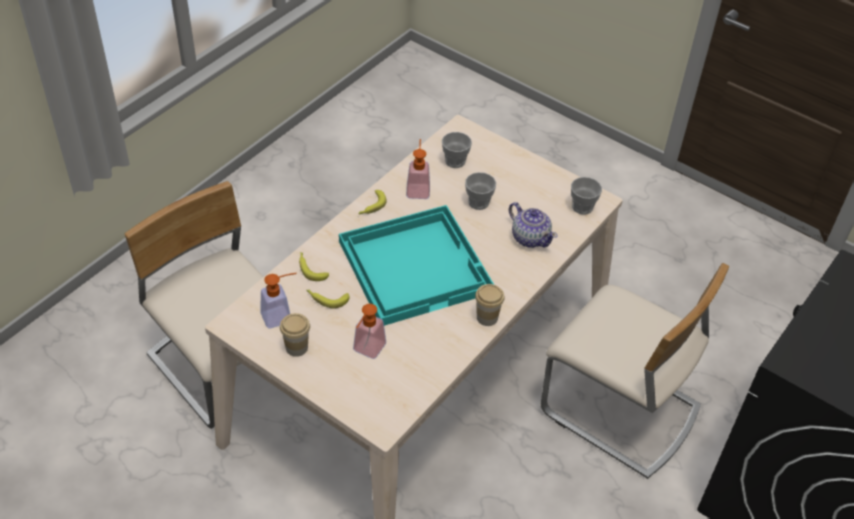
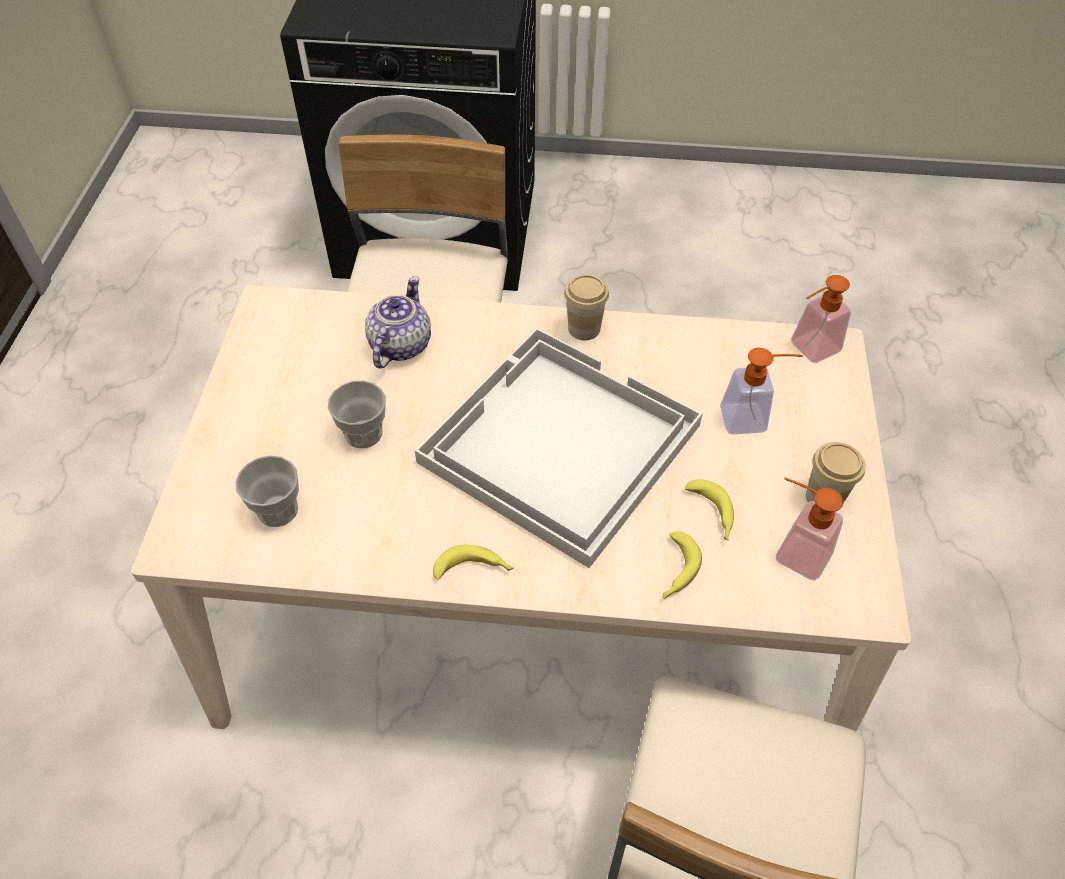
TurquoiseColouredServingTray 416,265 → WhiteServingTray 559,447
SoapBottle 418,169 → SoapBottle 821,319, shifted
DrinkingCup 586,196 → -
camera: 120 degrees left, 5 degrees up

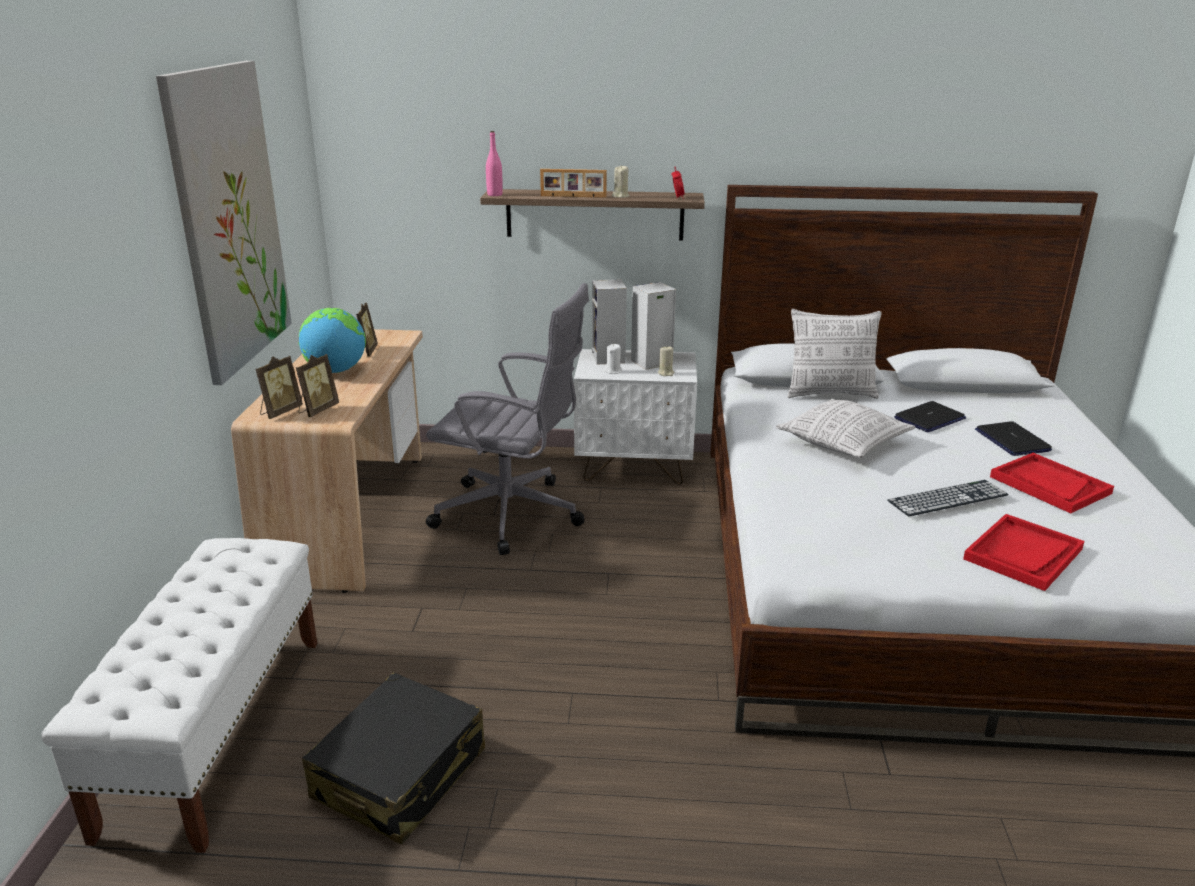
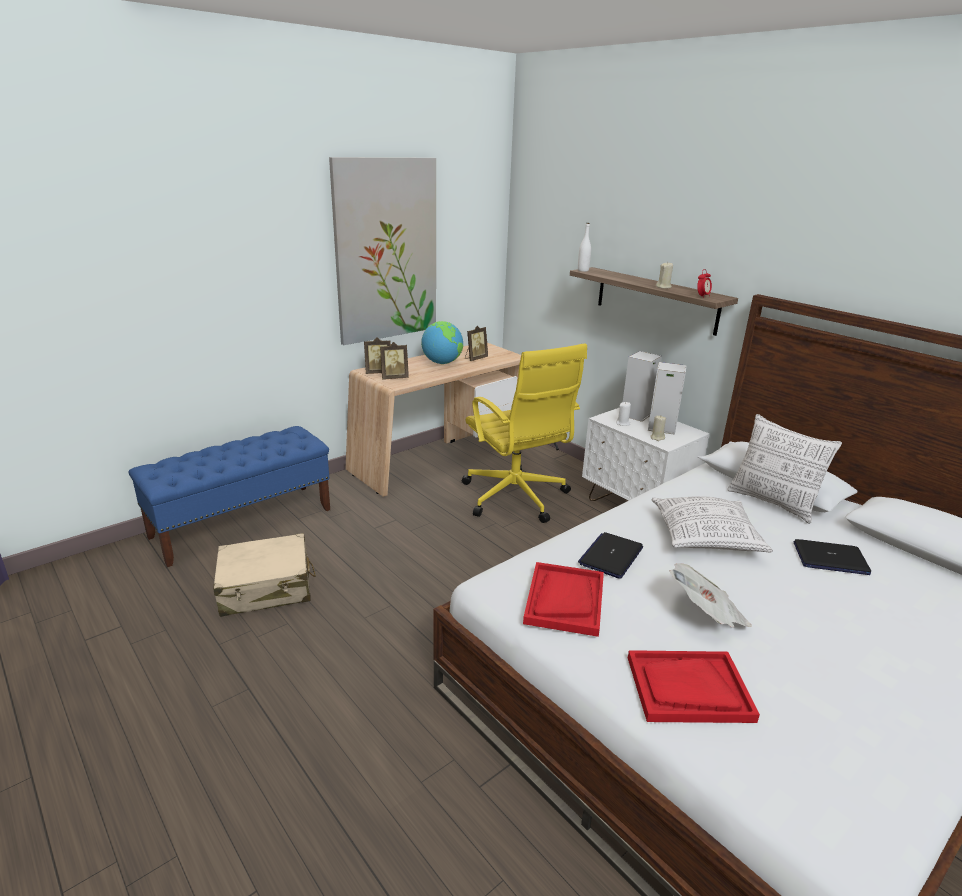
WhiteLongSeat 179,695 → BluishLongSeat 229,496
BlackColouredPieceOfLuggage 393,758 → SandColouredPieceOfLuggage 264,575
GreyComputerChair 507,419 → YellowishComputerChair 524,433
RedServingTray 1052,483 → RedServingTray 563,599, shifted
PinkishBottle 494,163 → WhiteBottle 584,247
PortableComputer 1013,438 → PortableComputer 610,555, shifted
ComputerKeyboard 947,498 → Newspaper 710,595
PictureFrame 573,183 → -
camera: 45 degrees right, 0 degrees up

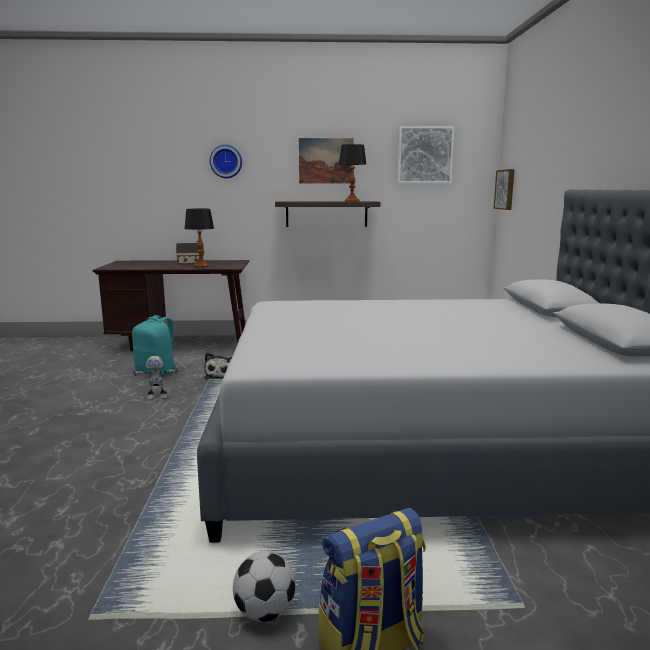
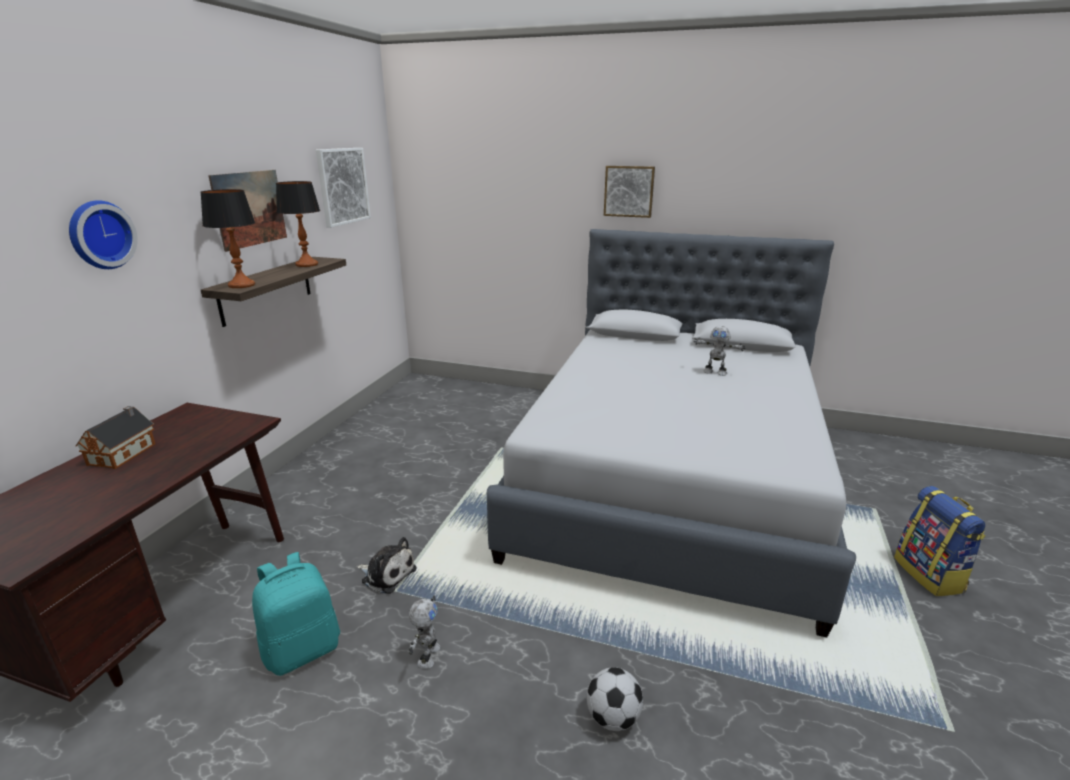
TableLamp 199,238 → TableLamp 227,238, shifted
Football 264,586 → Football 615,699, shifted
Picture 504,189 → Picture 629,192, shifted
- → RobotFigure 720,351
camera: 70 degrees left, 10 degrees up

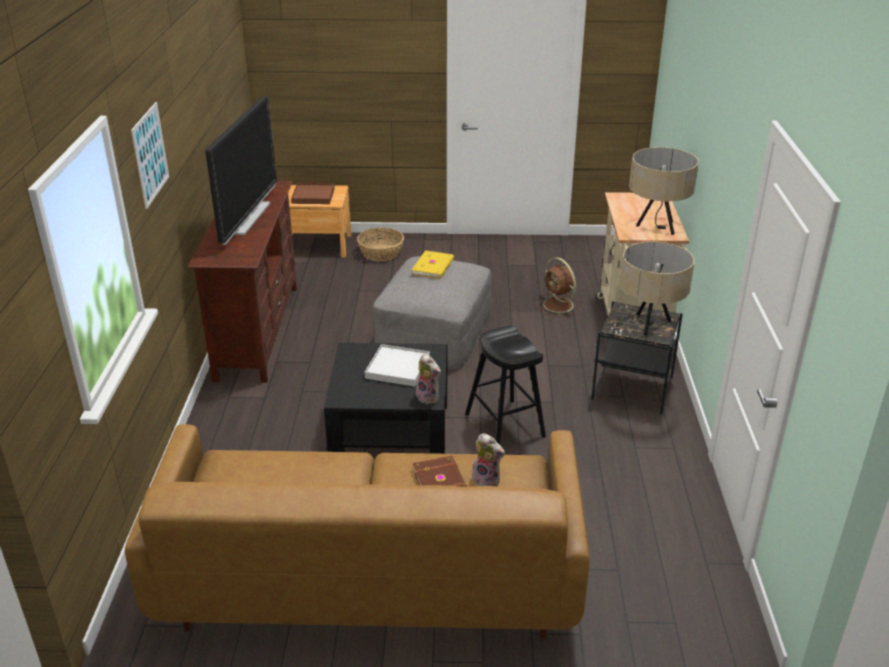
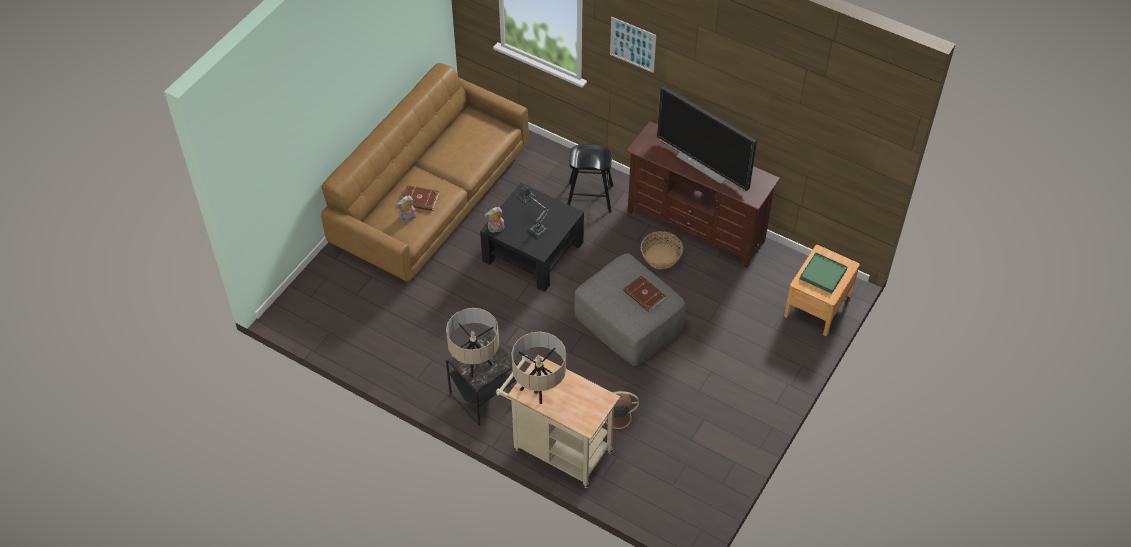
WhiteServingTray 397,365 → TableLamp 532,211
BlackColouredStoolSeat 505,385 → BlackColouredStoolSeat 590,177, shifted
YellowishVolume 433,265 → BrownishVolume 644,294
Basket 380,244 → Basket 662,250, shifted
BrownishServingTray 313,193 → GreenishServingTray 824,273
camera: 120 degrees right, 20 degrees up

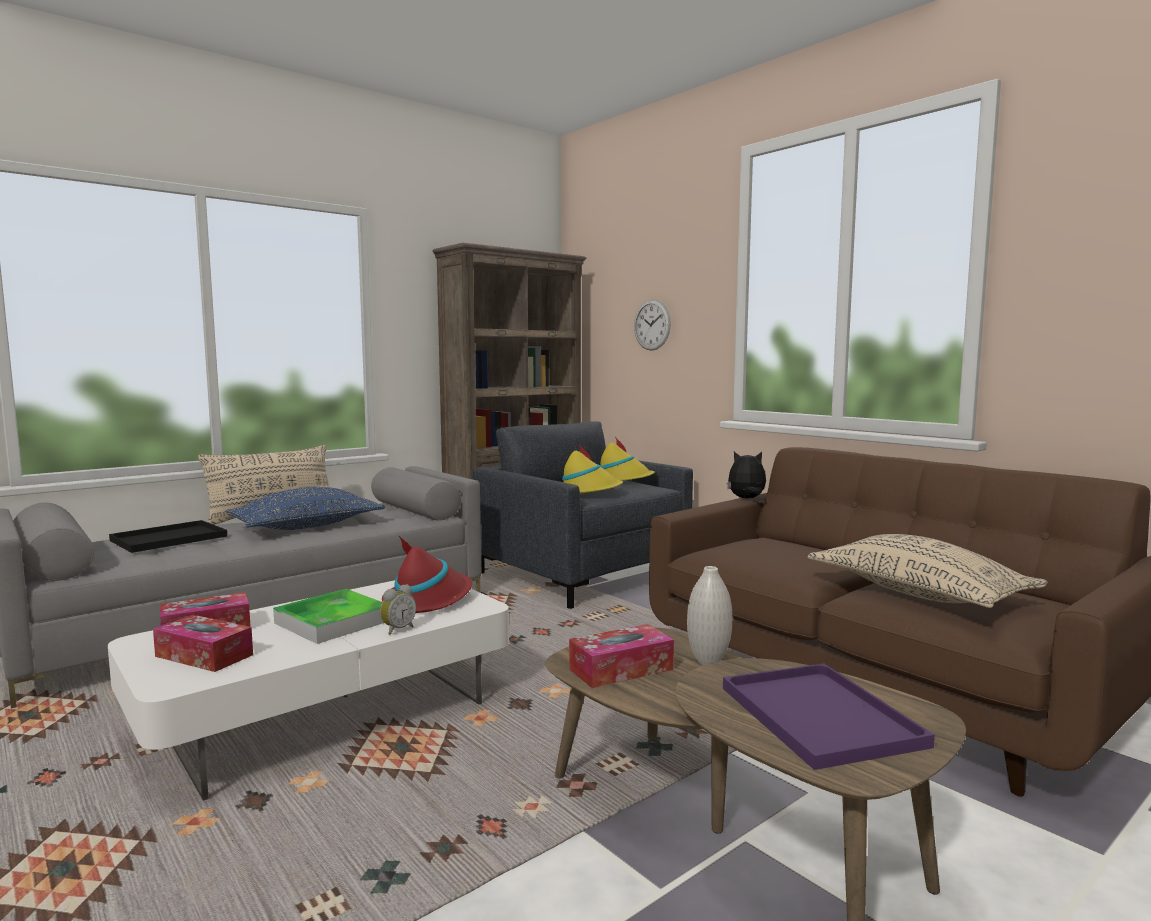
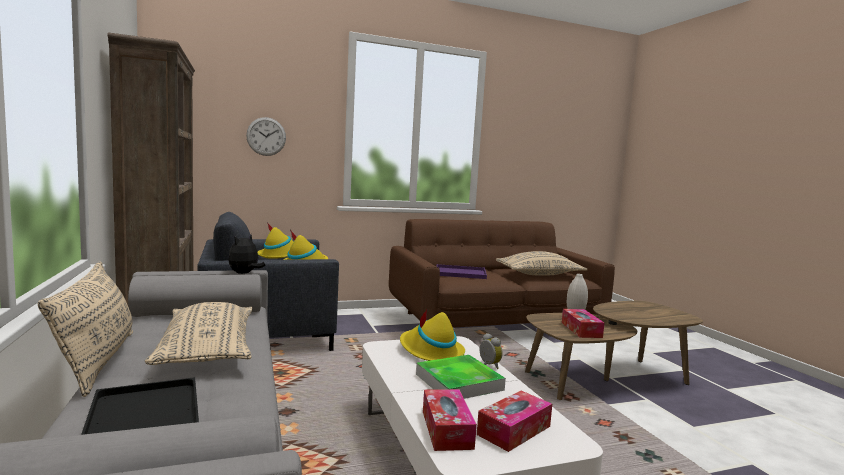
BluishPillow 305,508 → SandColouredPillow 199,333
CuddlyToy 746,475 → CuddlyToy 246,254, shifted
RedHat 427,574 → YellowishHat 432,335
PurpleServingTray 829,716 → PurpleServingTray 461,271, shifted
camera: 70 degrees left, 0 degrees up

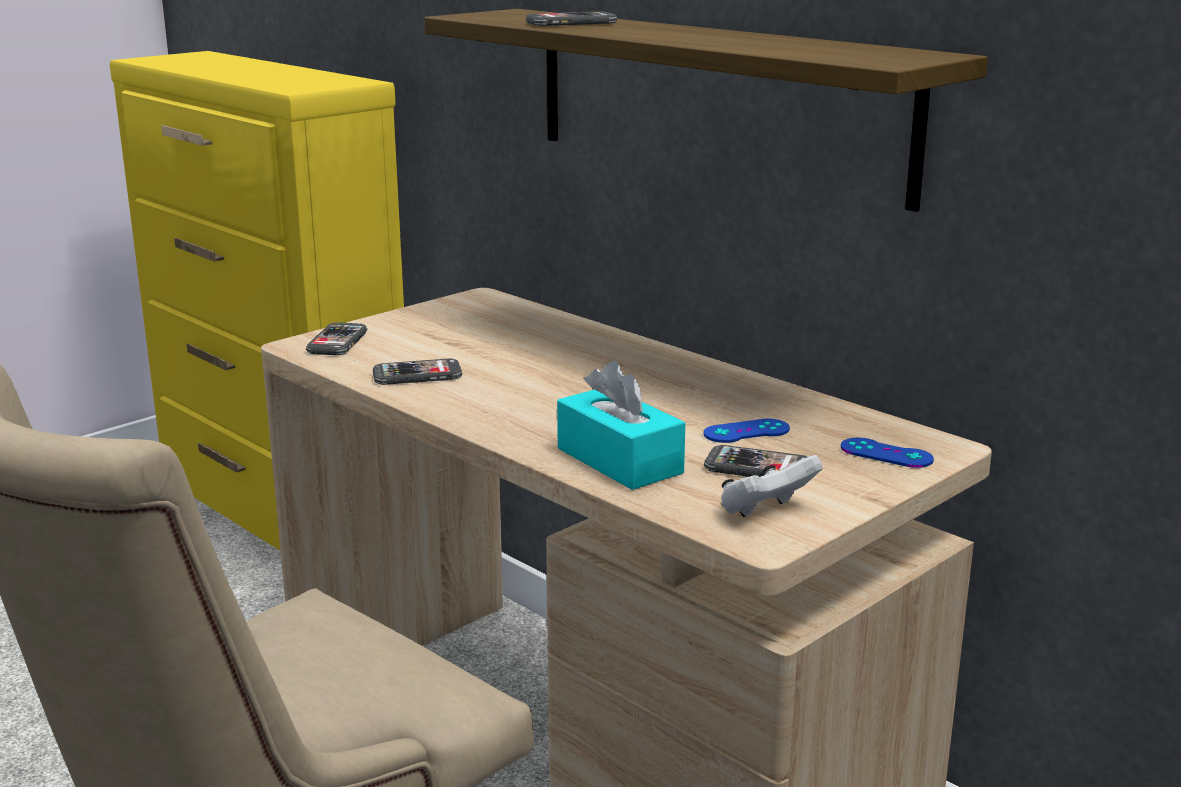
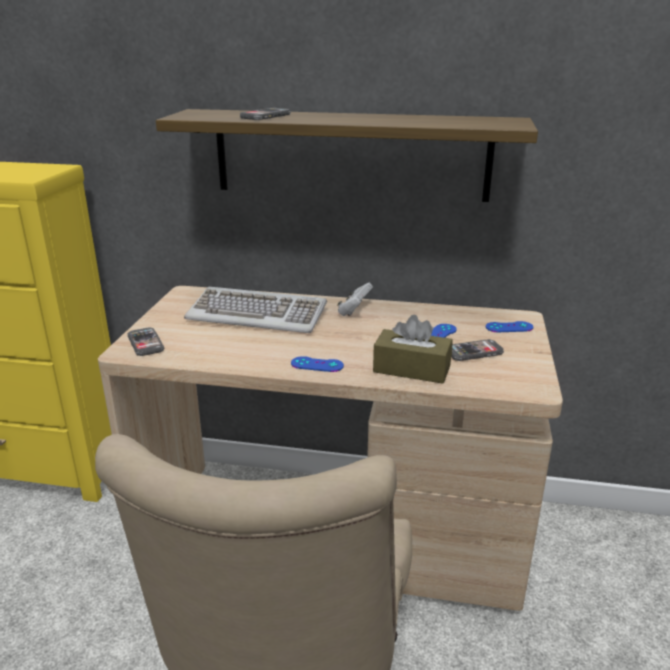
- → ComputerKeyboard 255,310
- → BluishGamepad 317,364
WhiteGamepad 772,486 → WhiteGamepad 355,299, shifted
TurquoiseColouredTissueHolder 621,425 → BrownishTissueHolder 413,349
Phone 417,371 → -
camera: 35 degrees left, 5 degrees up

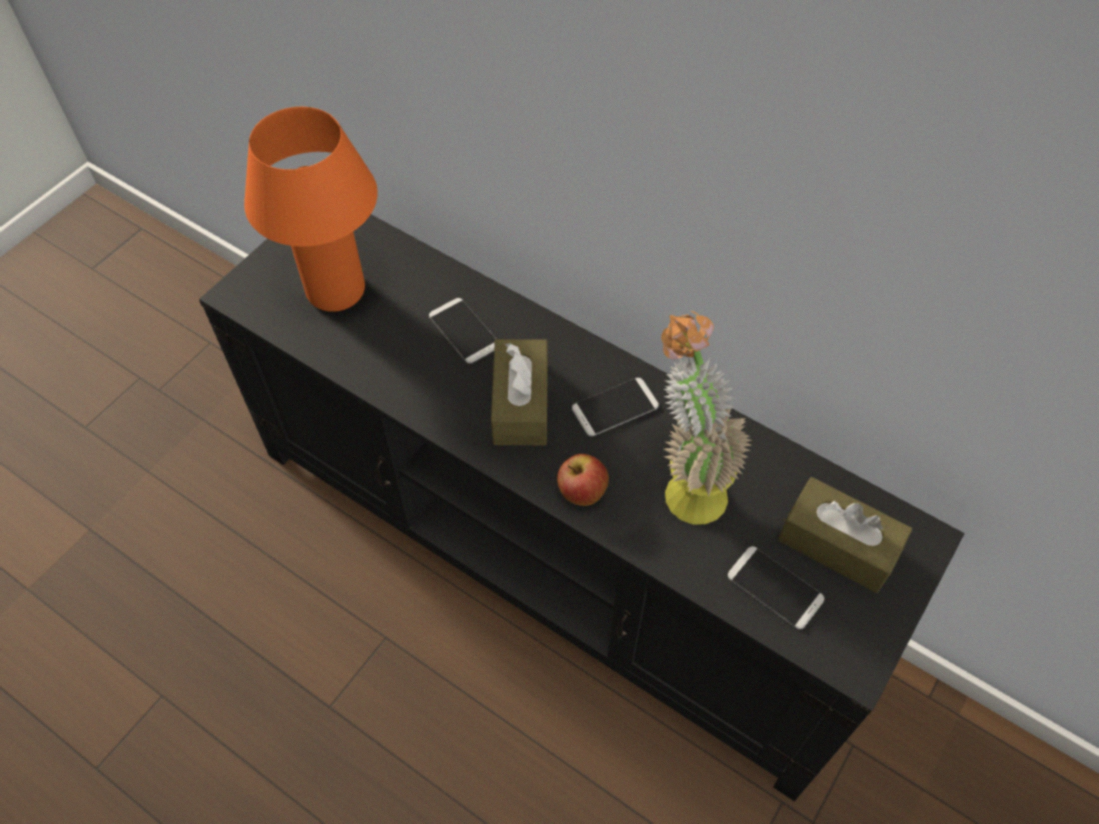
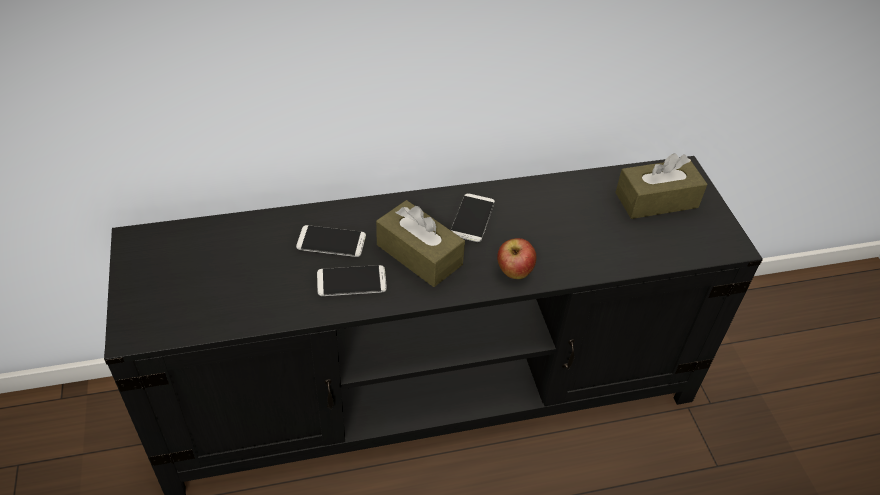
Phone 776,587 → Phone 352,280, shifted
OrangeyTableLamp 311,209 → -
PottedPlant 706,417 → -
camera: 50 degrees left, 10 degrees down

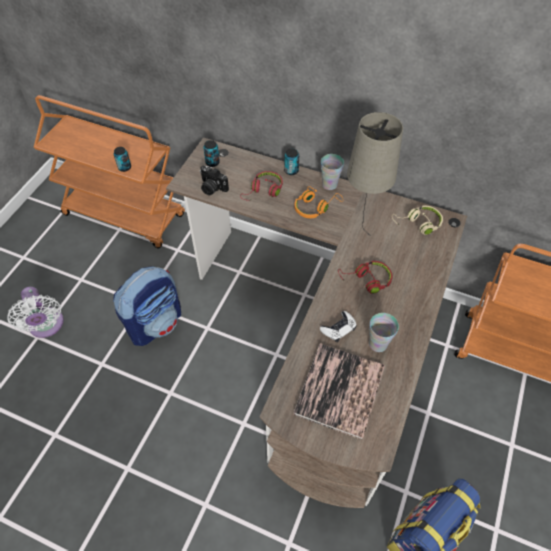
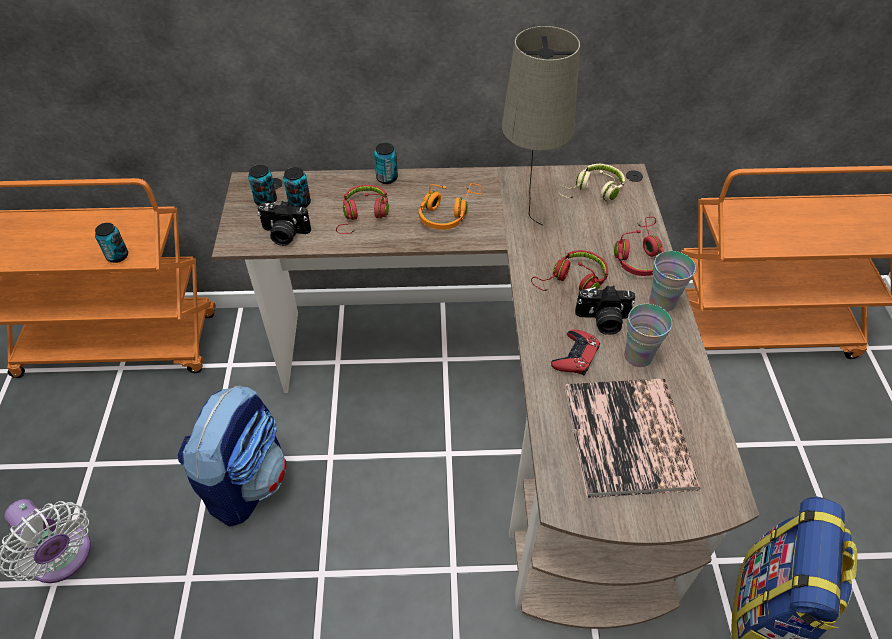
- → MetalCan 297,187
WhiteGamepad 338,326 → RedGamepad 575,353
- → PhotoCamera 605,310
- → RedHeadphones 639,246
DrinkingCup 332,172 → DrinkingCup 672,281, shifted
camera: 25 degrees left, 5 degrees down

